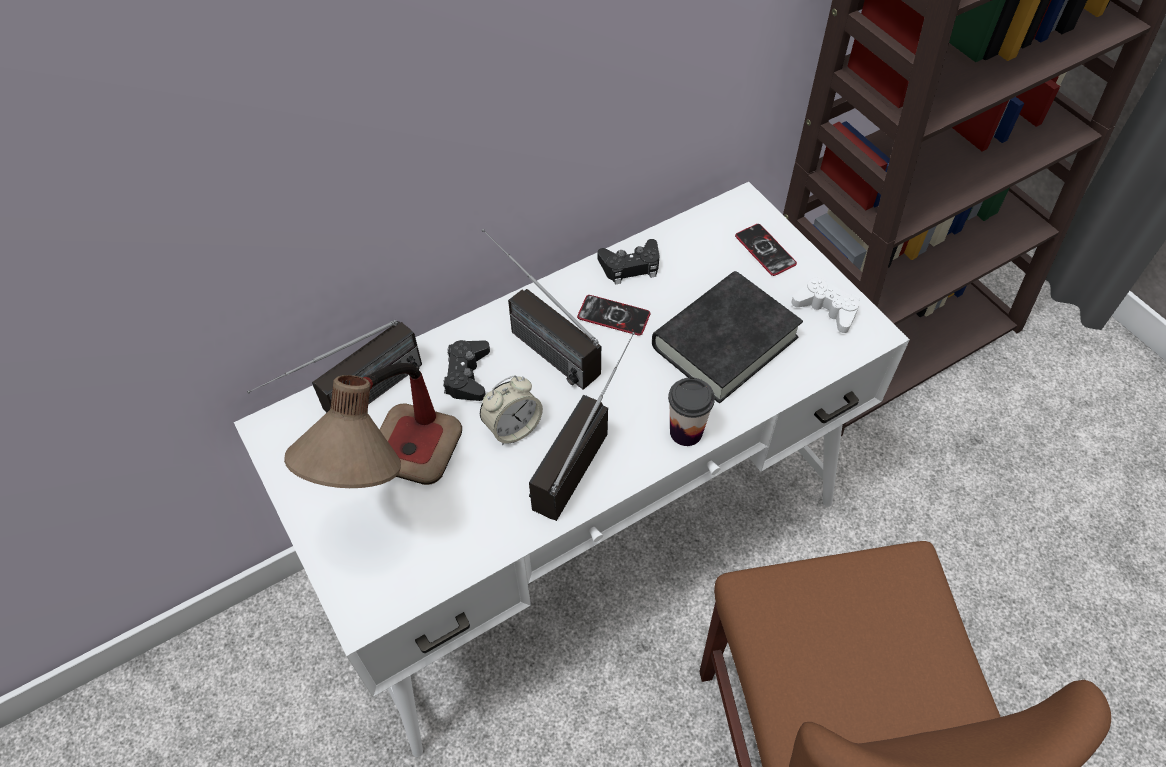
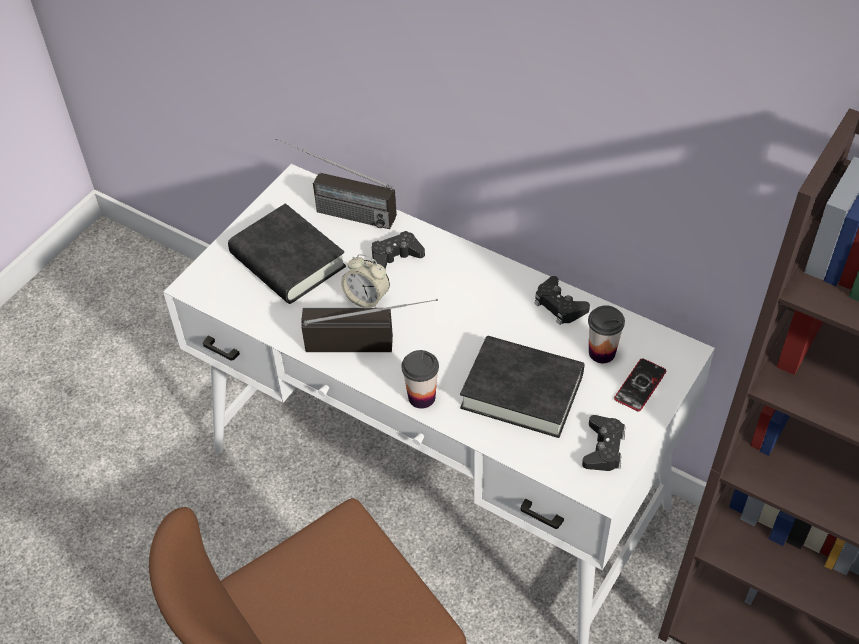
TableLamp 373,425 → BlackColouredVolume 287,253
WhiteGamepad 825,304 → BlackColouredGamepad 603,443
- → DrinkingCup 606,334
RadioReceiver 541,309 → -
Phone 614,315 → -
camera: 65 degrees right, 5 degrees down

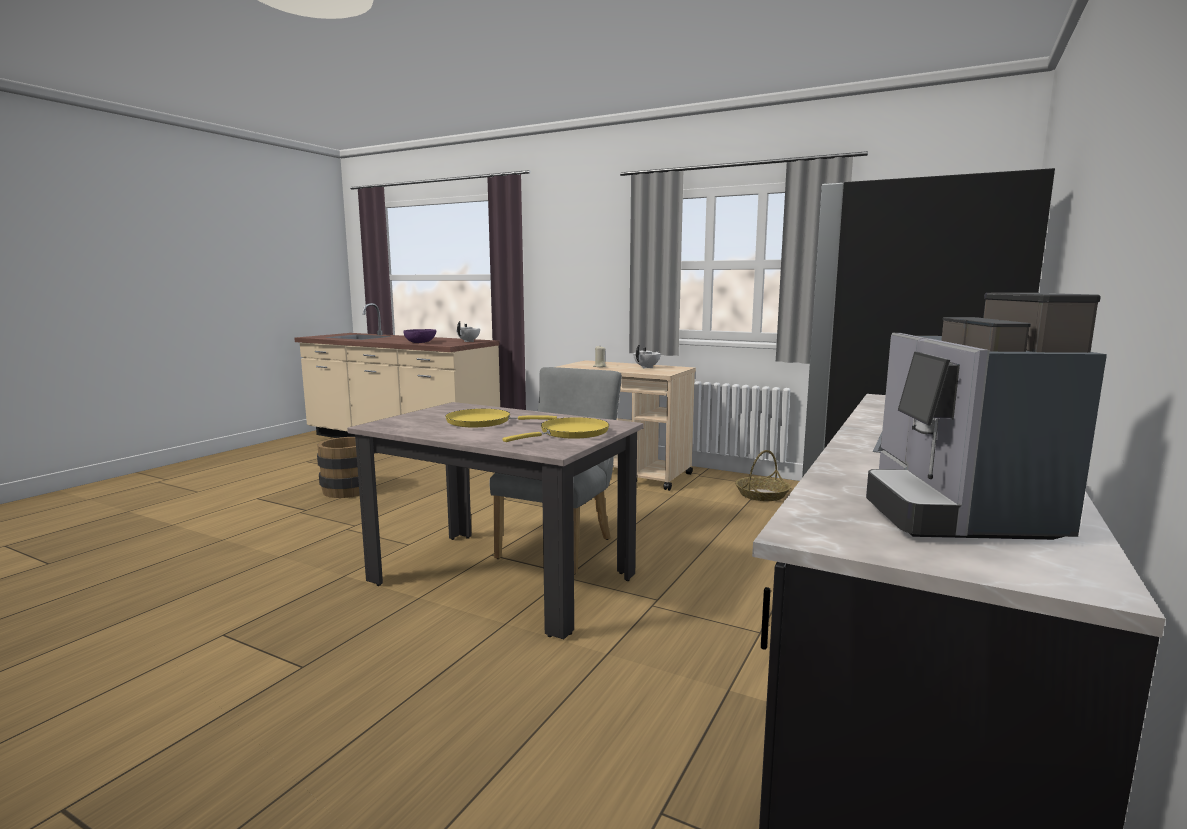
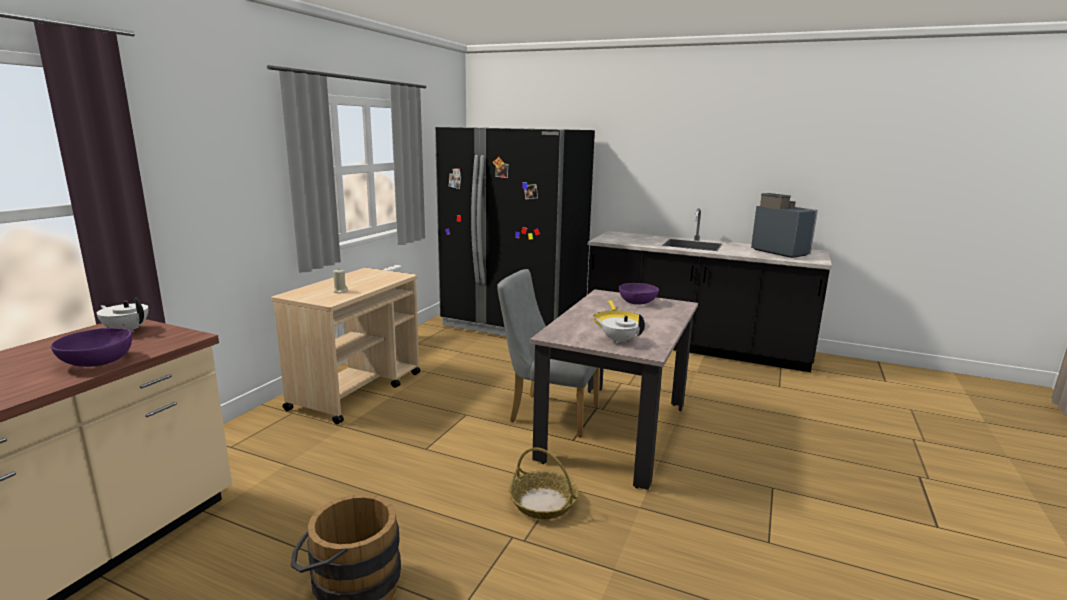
Basket 763,475 → Basket 544,483, shifted
WhiteTeaPot 647,356 → WhiteTeaPot 620,329, shifted
YellowishSkillet 556,429 → PurpleServingBowl 639,294
CoffeeBrewer 986,416 → CoffeeBrewer 784,225, 120 degrees counterclockwise
camera: 95 degrees left, 5 degrees up

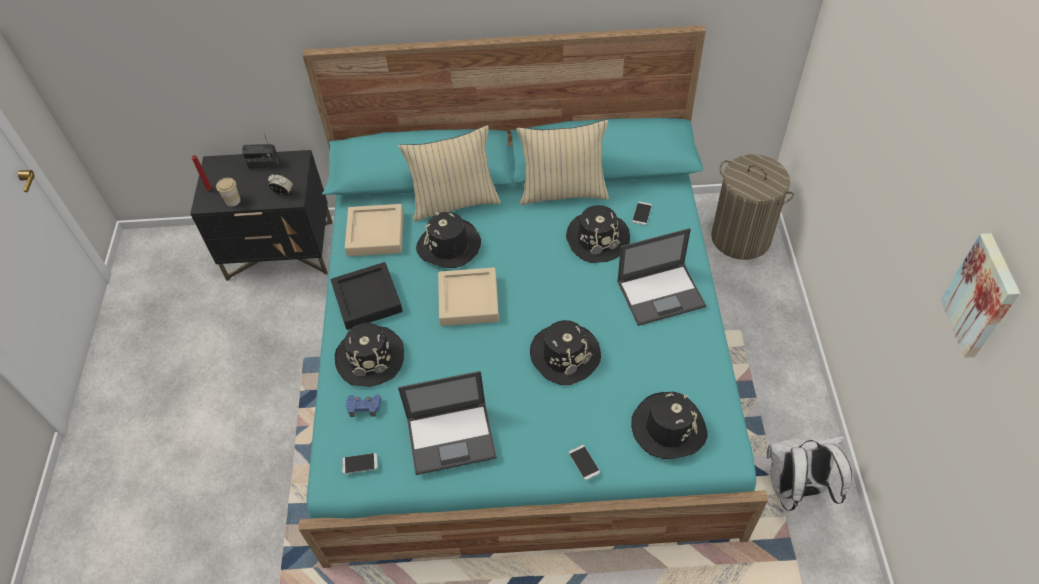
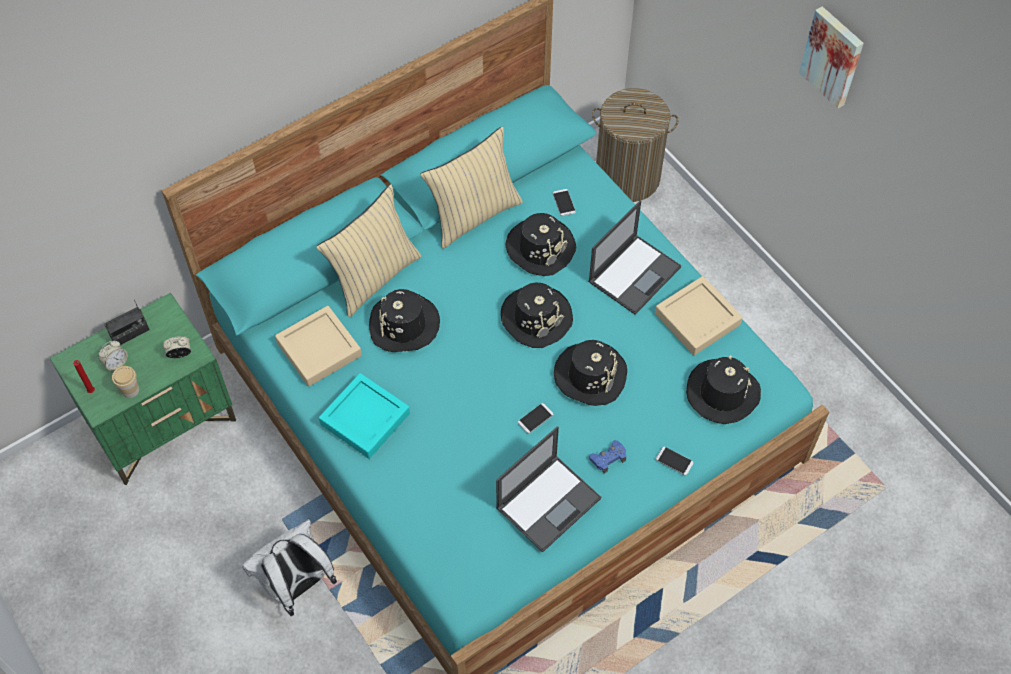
BlackColouredBedsideTable 261,215 → GreenishBedsideTable 143,389
- → BedsideClock 113,356
WhiteBackpack 809,473 → WhiteBackpack 289,567, shifted
BlackColouredServingTray 367,296 → TurquoiseColouredServingTray 364,416
BlackColouredHat 369,355 → BlackColouredHat 537,315, shifted
Phone 360,463 → Phone 535,418, shifted
BluishGamepad 363,405 → BluishGamepad 607,456, shifted
SandColouredServingTray 468,296 → SandColouredServingTray 699,315, shifted
Picture 980,295 → Picture 831,57, shifted
camera: 35 degrees left, 5 degrees up

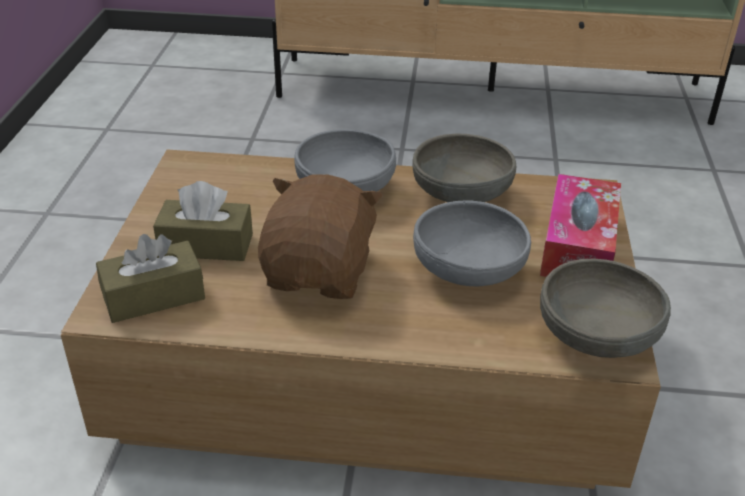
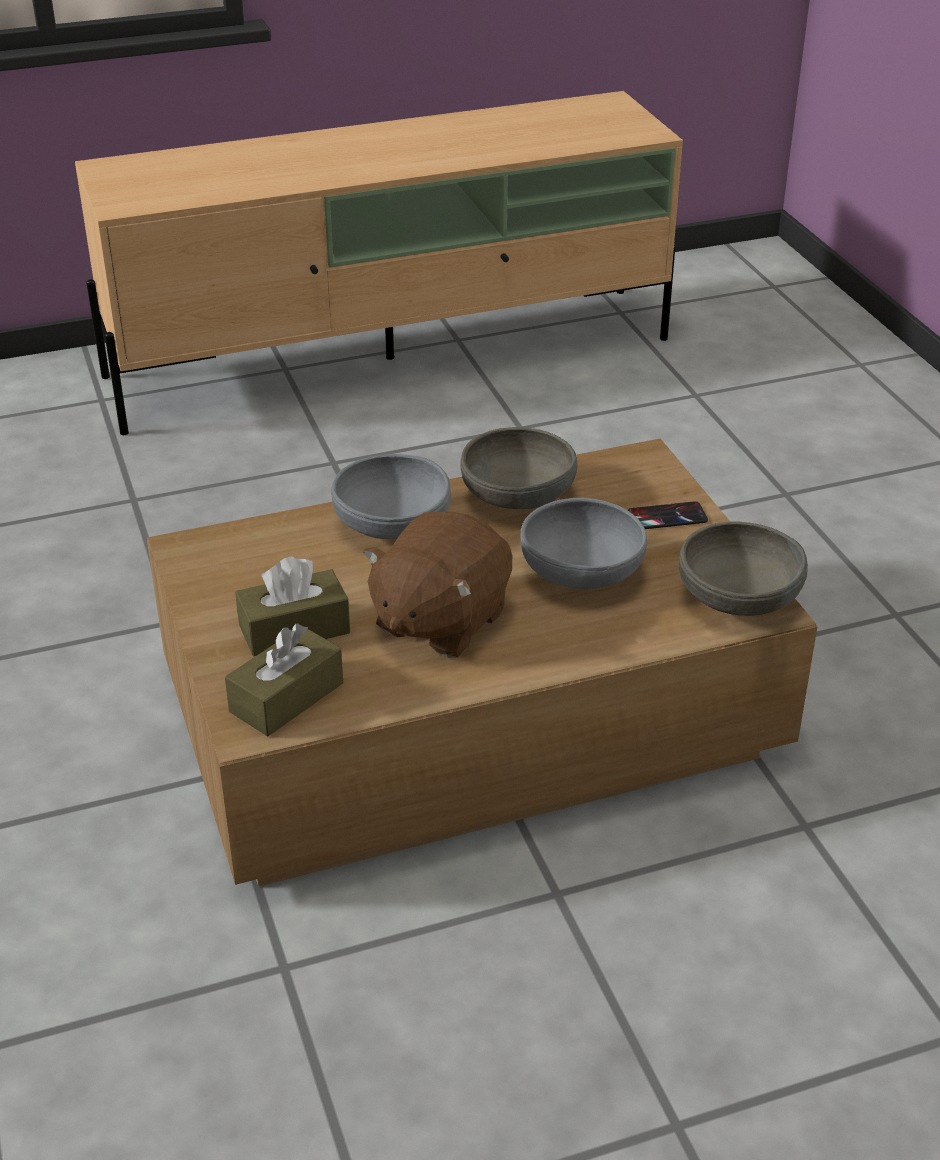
BrownishCuddlyToy 320,237 → BrownishCuddlyToy 437,584, 135 degrees counterclockwise
TissueHolder 580,225 → Phone 668,515
camera: 25 degrees left, 0 degrees up

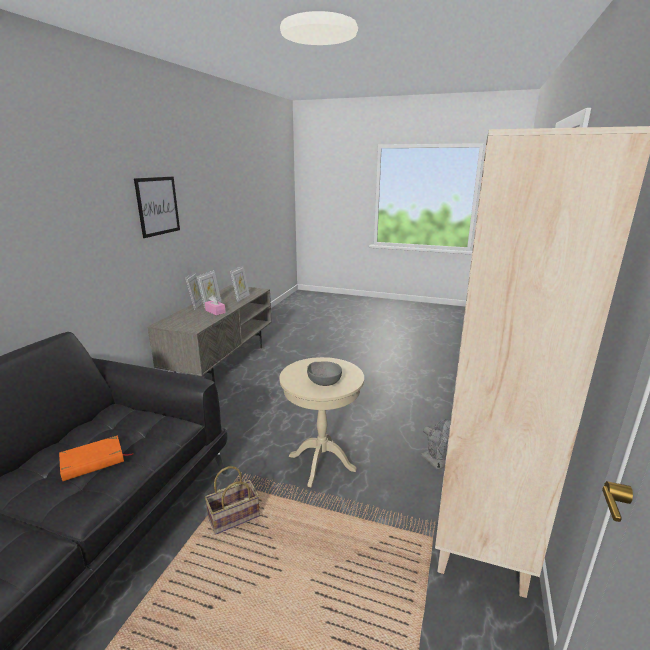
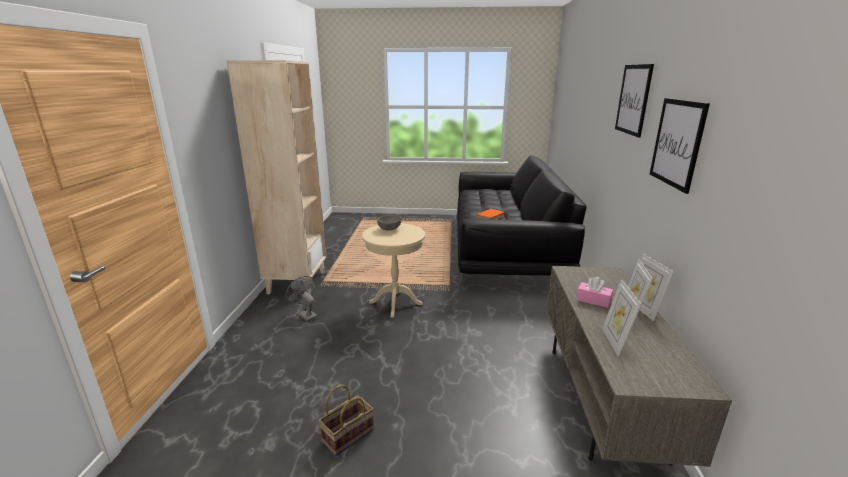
Basket 232,500 → Basket 346,420, shifted
- → Picture 634,101
camera: 165 degrees right, 0 degrees up

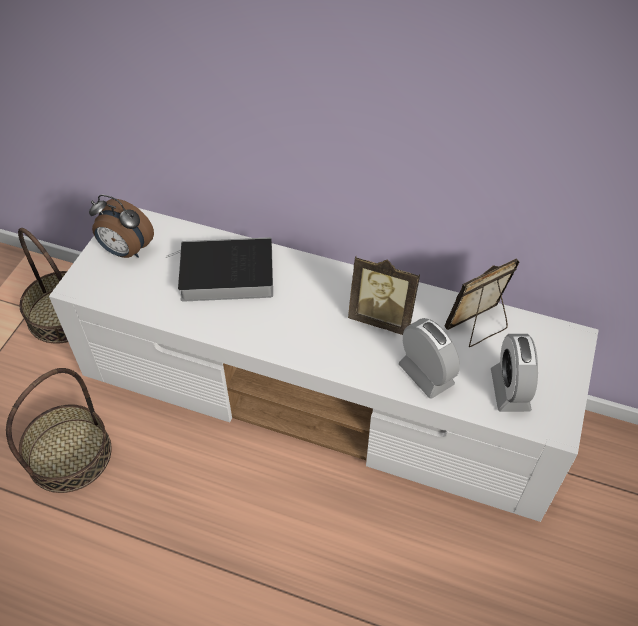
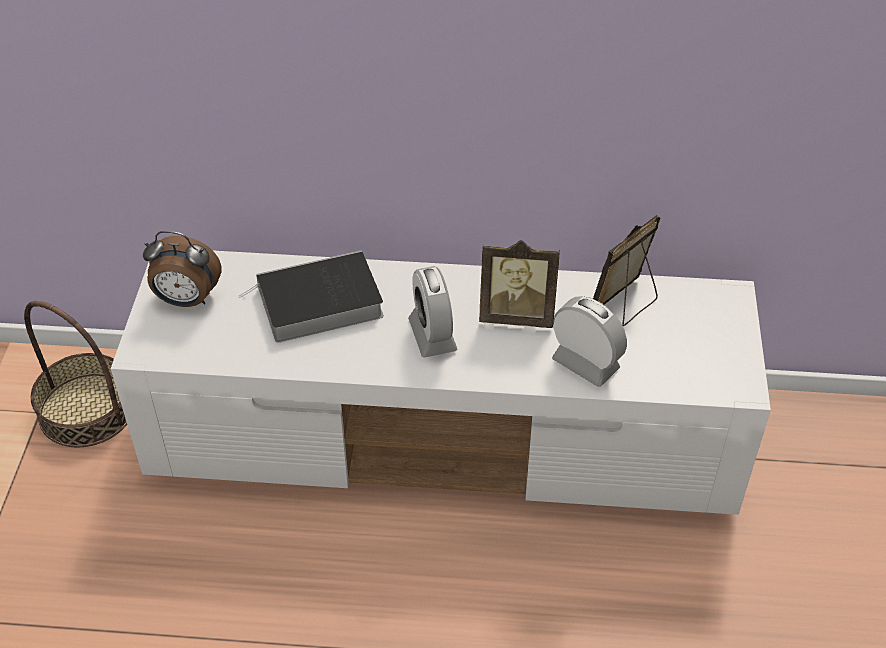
BedsideClock 514,373 → BedsideClock 433,312, shifted
Basket 58,430 → -
camera: 15 degrees left, 5 degrees down

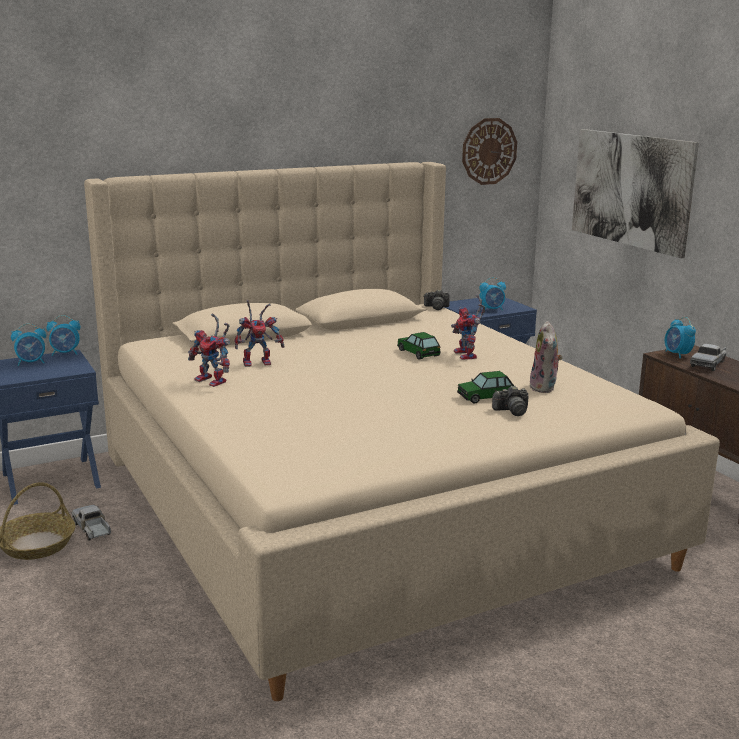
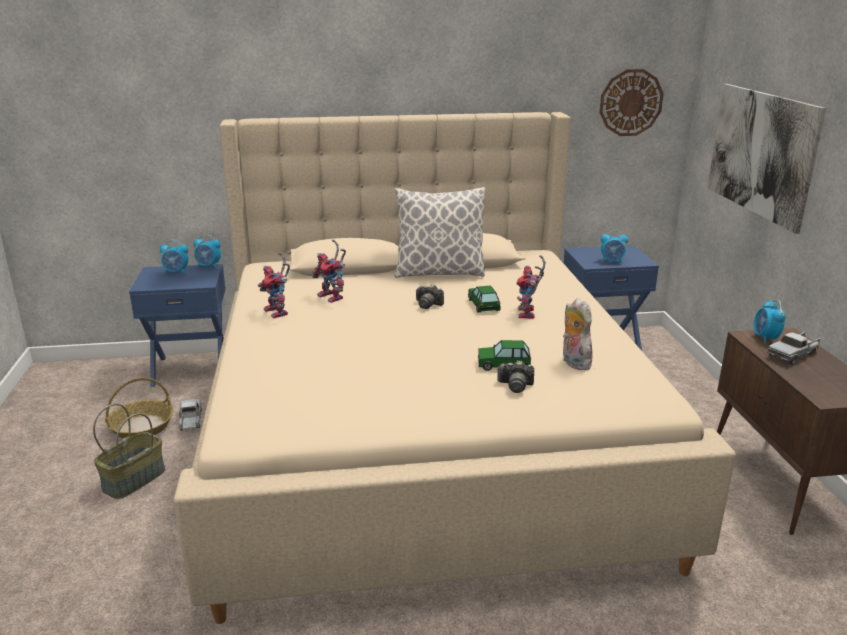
- → Basket 129,451
RobotFigure 259,333 → RobotFigure 329,271, 45 degrees clockwise
- → Pillow 440,232
PhotoCamera 436,300 → PhotoCamera 430,296, shifted
CuddlyToy 546,357 → CuddlyToy 578,334, 135 degrees clockwise
camera: 20 degrees right, 5 degrees up

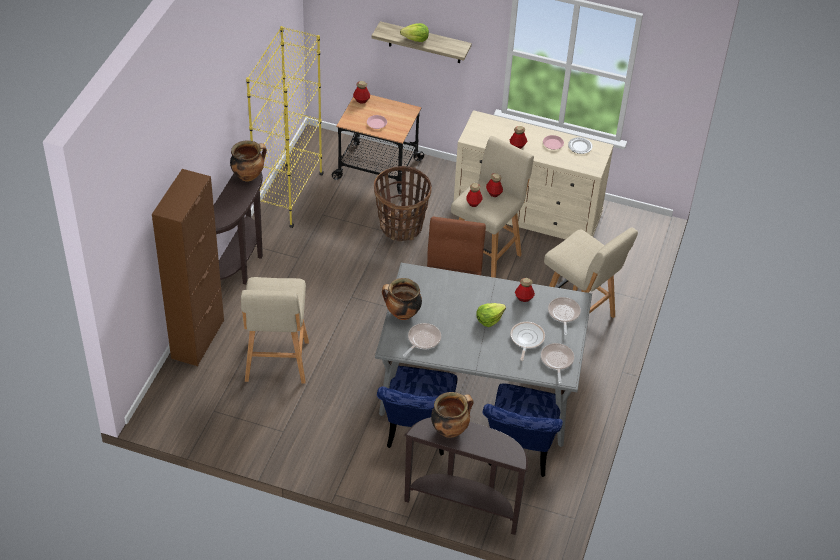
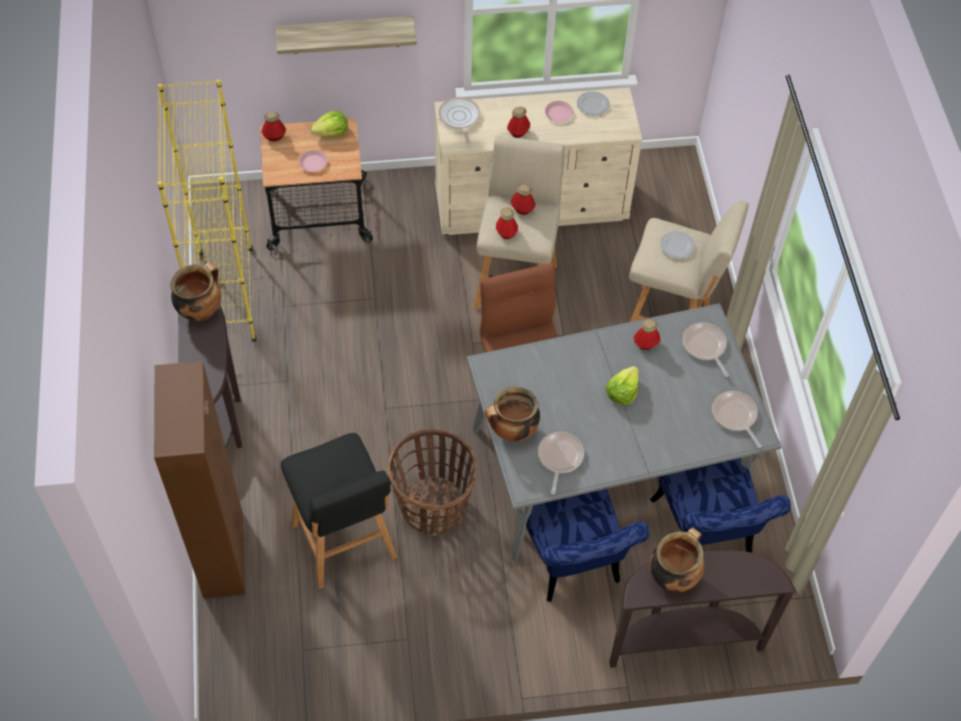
SandColouredStoolSeat 275,330 → BlackColouredStoolSeat 339,511
LettuceHead 414,32 → LettuceHead 329,124, shifted
Basket 403,203 → Basket 432,482, shifted
Skillet 528,341 → Skillet 459,120, shifted
- → Plate 677,245
camera: 25 degrees left, 10 degrees up

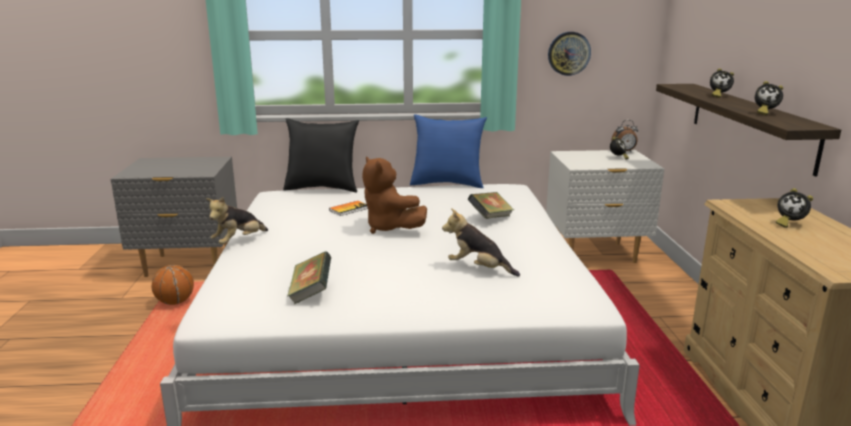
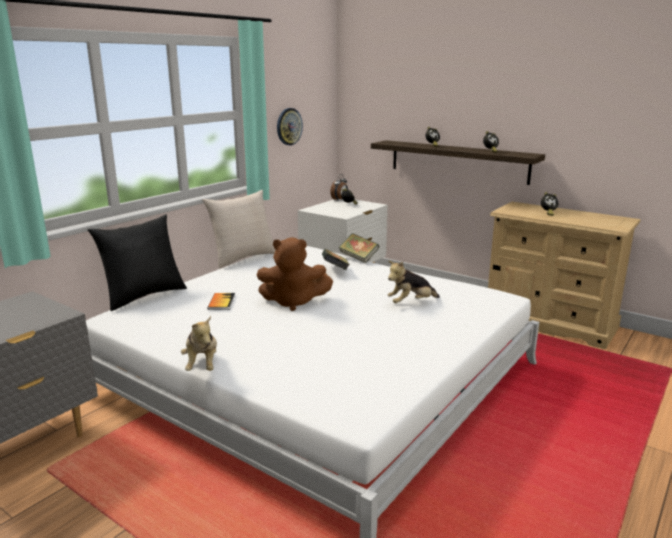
BluishPillow 448,151 → SandColouredPillow 239,229
Volume 309,278 → Volume 359,248, shifted
BasketballBall 173,285 → -
camera: 50 degrees left, 0 degrees up

